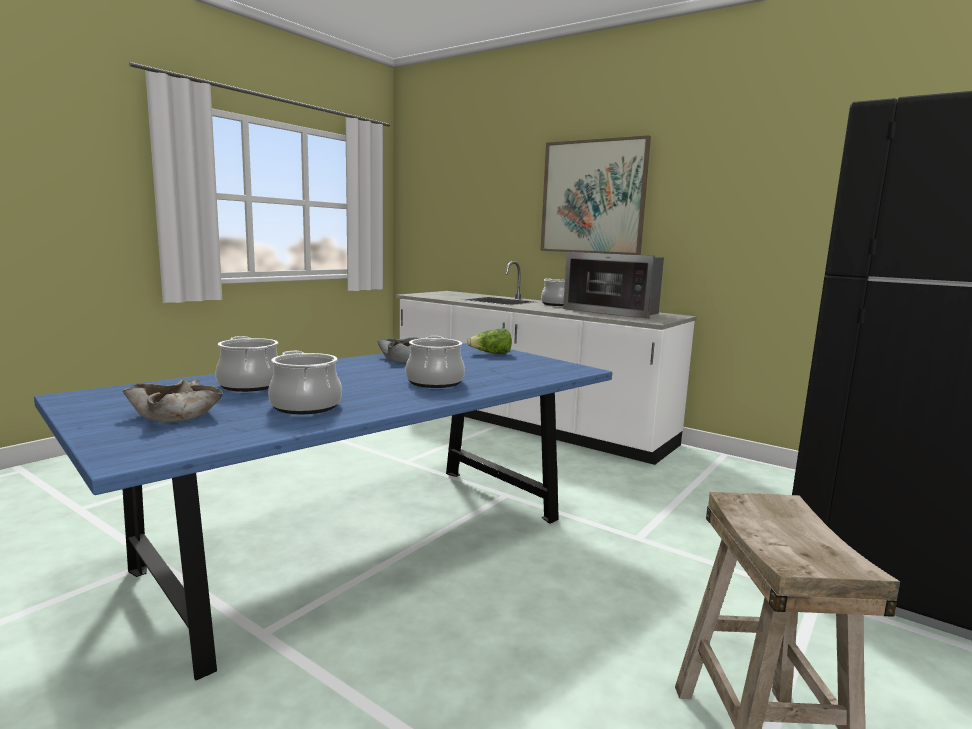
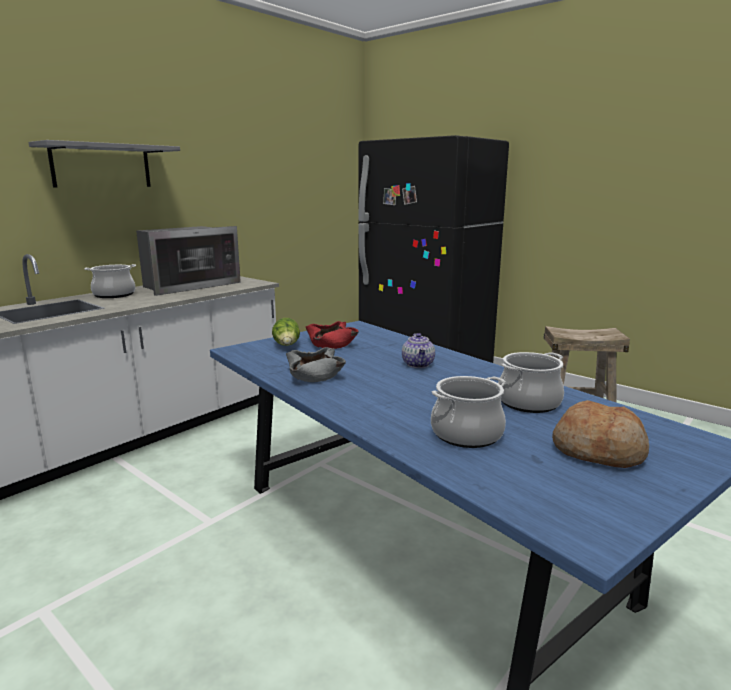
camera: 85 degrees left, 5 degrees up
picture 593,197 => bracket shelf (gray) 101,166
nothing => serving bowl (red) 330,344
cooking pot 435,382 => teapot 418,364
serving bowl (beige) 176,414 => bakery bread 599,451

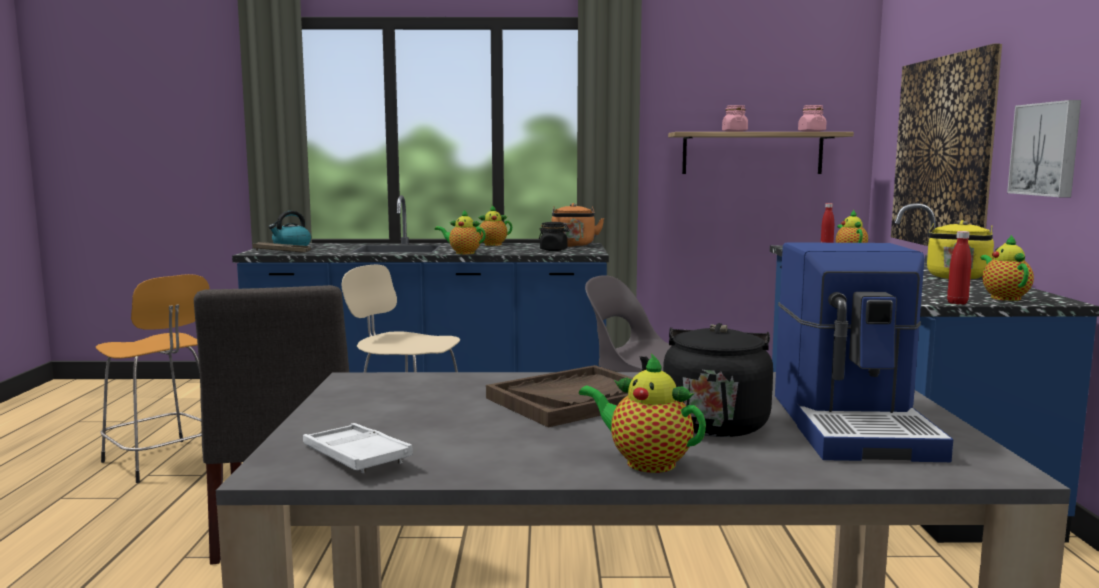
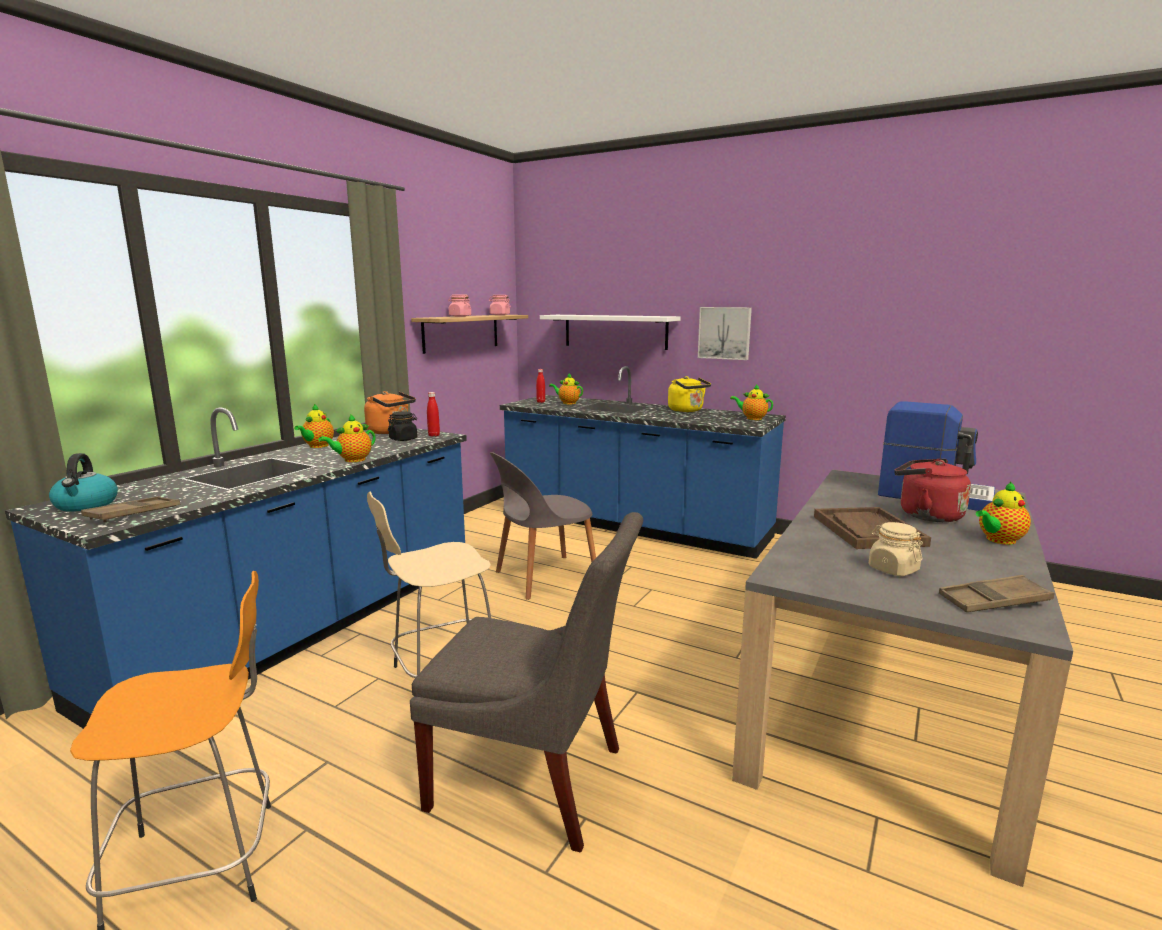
camera: 60 degrees left, 5 degrees up
drink bottle (red) 957,303 => drink bottle (red) 434,435, relocated
picture 943,153 => bracket shelf (whitish) 615,331
nothing => preserve jar (beige) 893,569
kettle (black-coloured) 713,423 => kettle (red) 926,515
serving tray (whitish) 355,456 => serving tray (brownish) 994,601

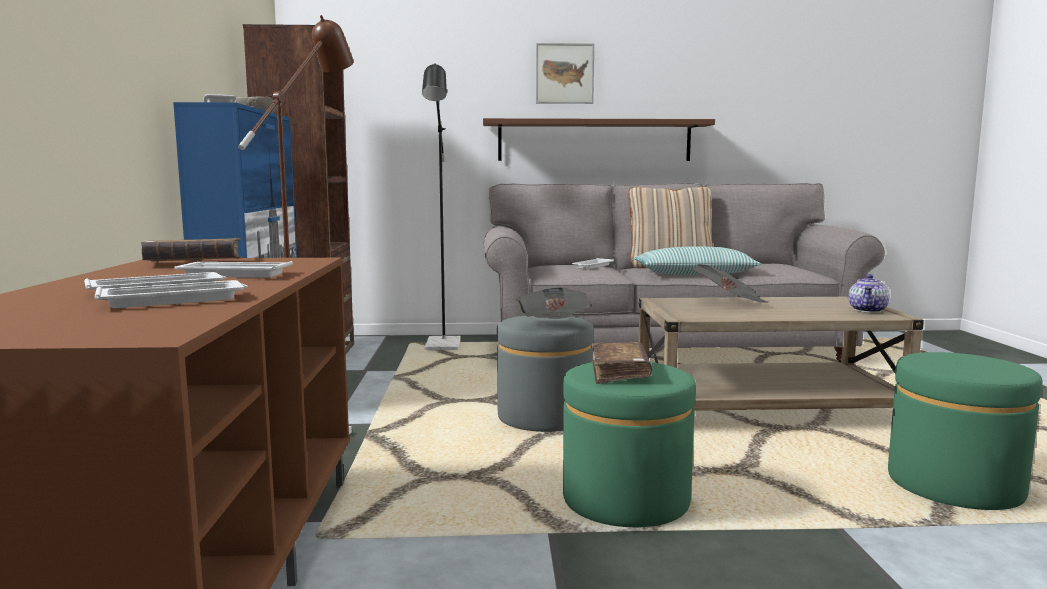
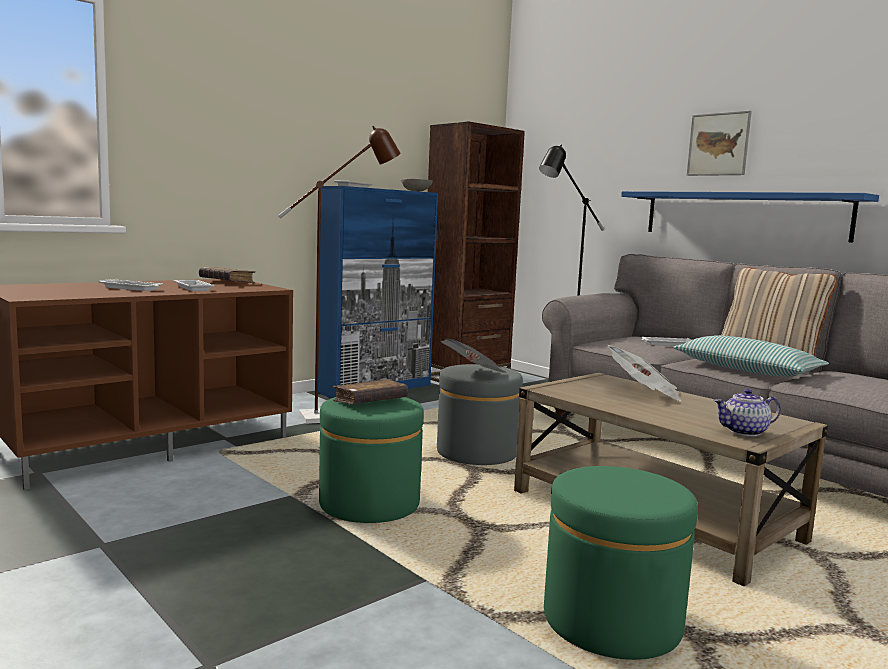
camera: 50 degrees right, 0 degrees up
bracket shelf (brownish) 594,141 => bracket shelf (bluish) 742,215
serving tray (whitish) 175,300 => nothing

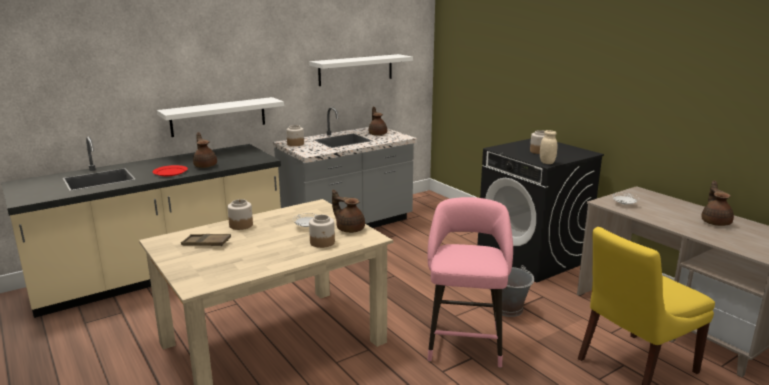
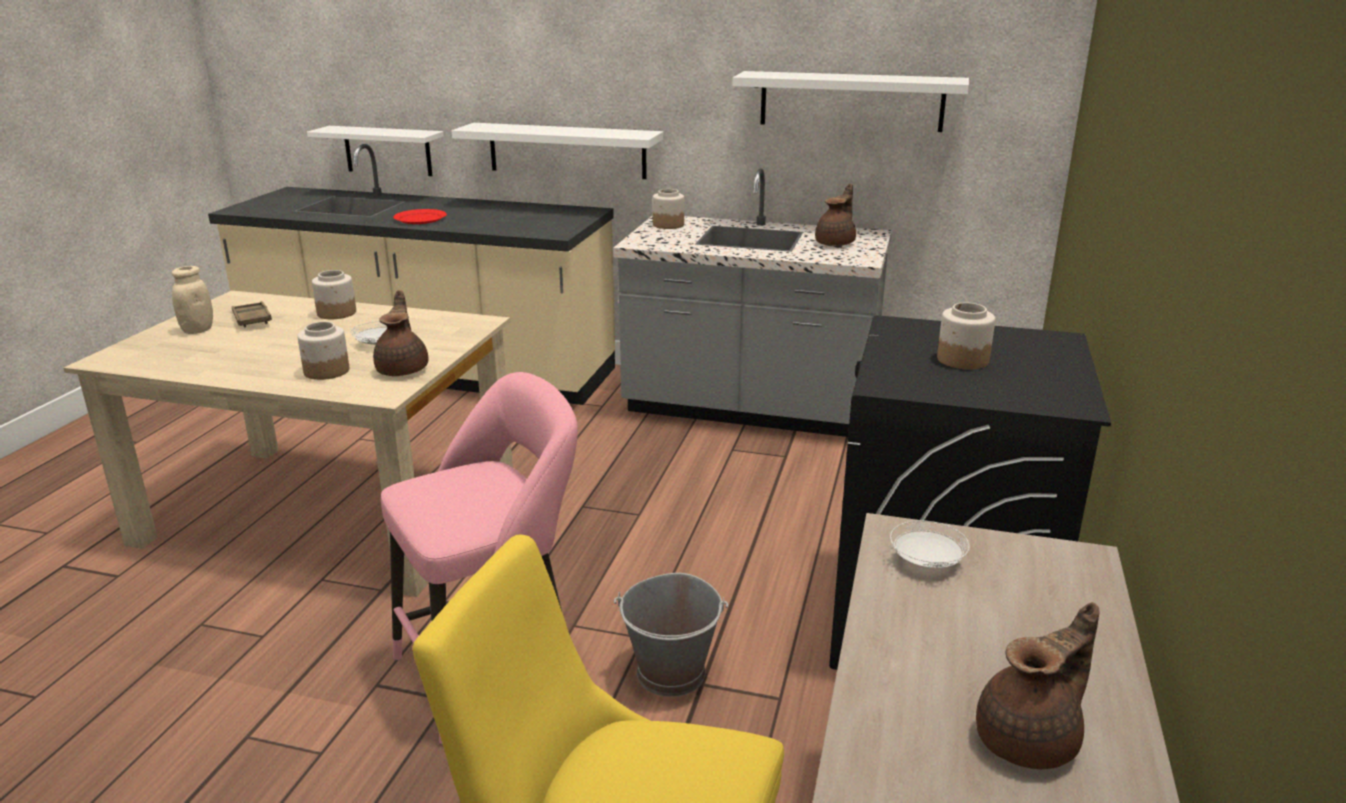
camera: 50 degrees right, 5 degrees up
preserve jar (beige) 547,162 => preserve jar (beige) 197,330, relocated
nothing => bracket shelf (whitish) 387,151
teapot (brownish) 205,165 => nothing

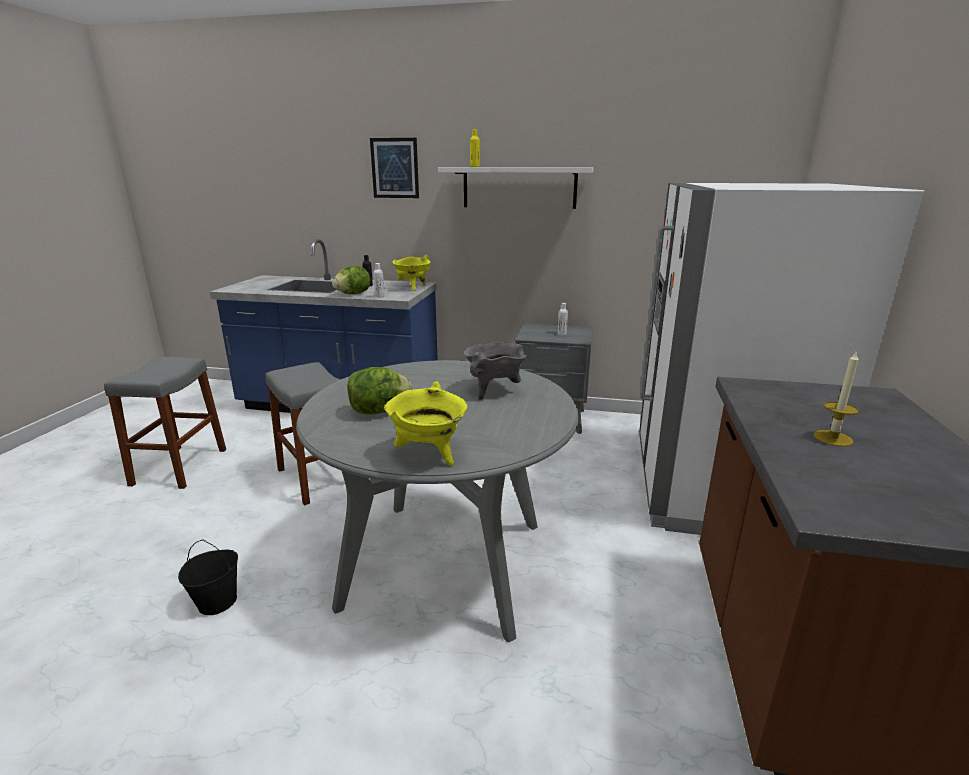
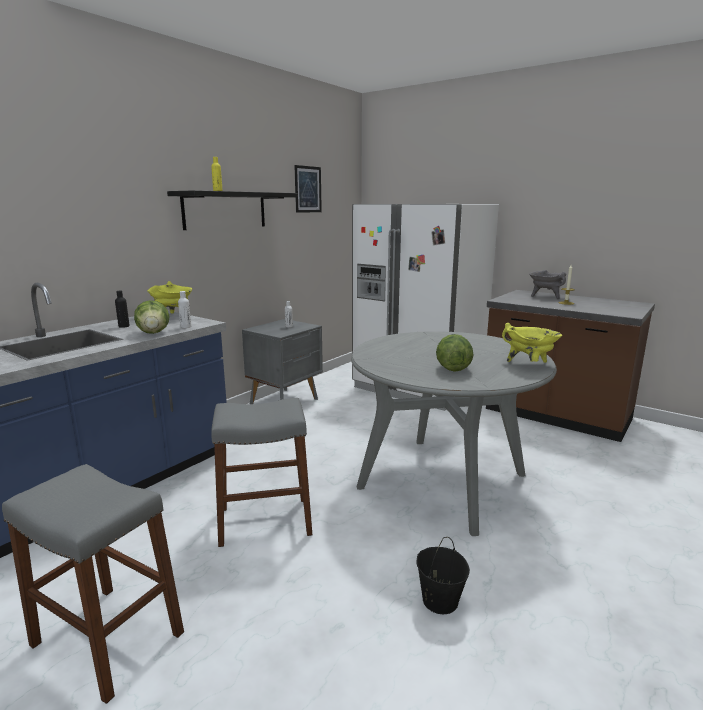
camera: 65 degrees left, 5 degrees down
bracket shelf (whitish) 519,187 => bracket shelf (black-coloured) 225,210
picture 395,168 => picture 308,189, relocated
cooking pot (gray) 494,391 => cooking pot (gray) 545,297, relocated

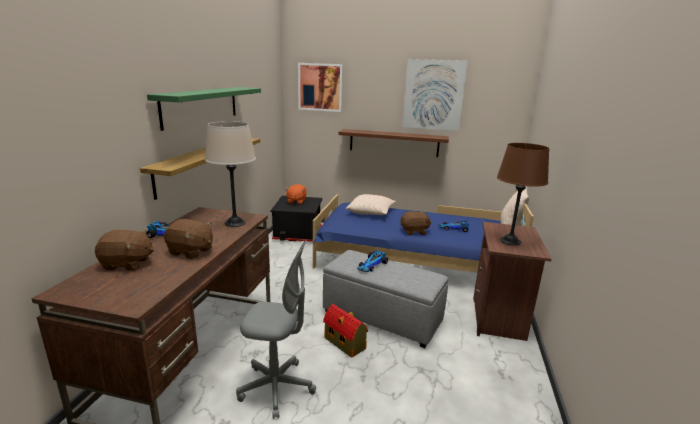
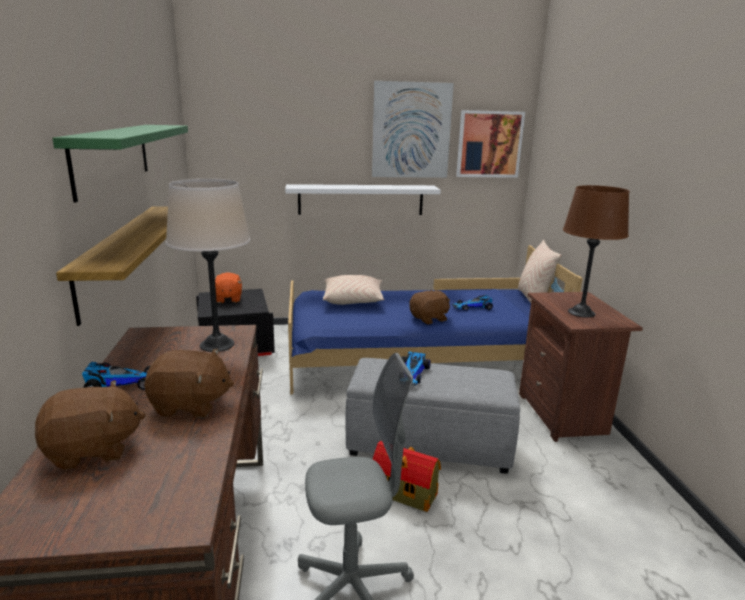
camera: 20 degrees left, 0 degrees up
bracket shelf (brownish) 393,143 => bracket shelf (whitish) 361,199
picture 320,87 => picture 489,144, relocated

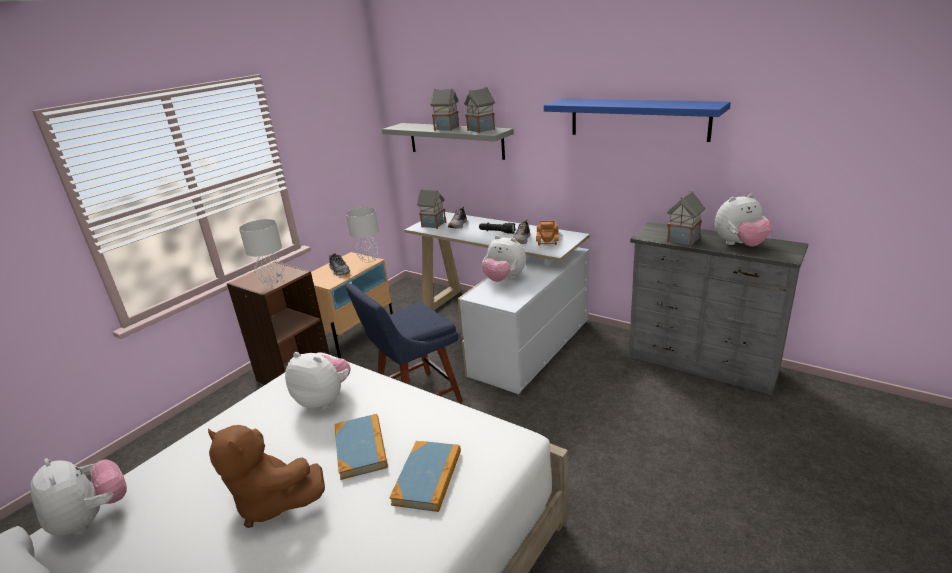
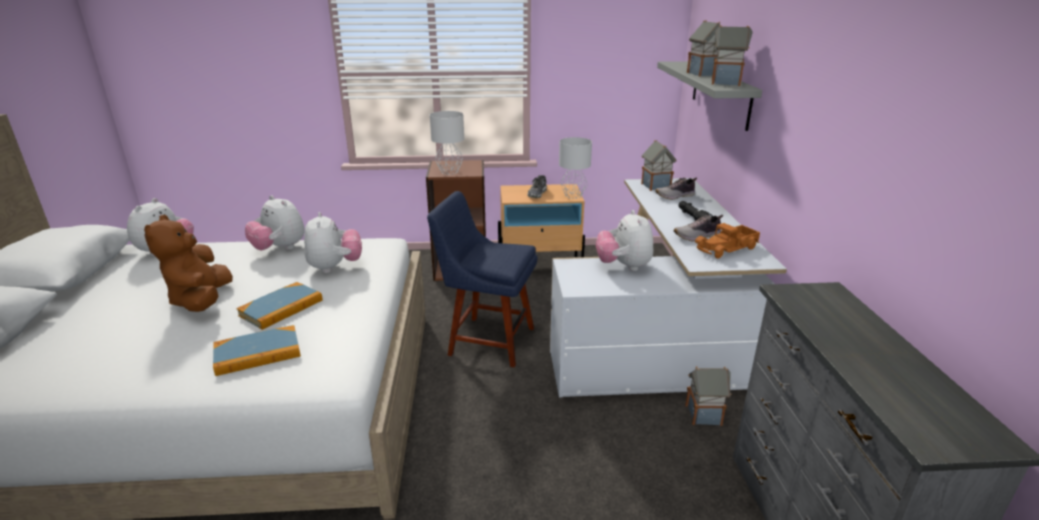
camera: 50 degrees right, 0 degrees up
plush toy 739,245 => plush toy 279,249, relocated
model house 683,239 => model house 704,414, relocated
bracket shelf (bluish) 638,119 => nothing

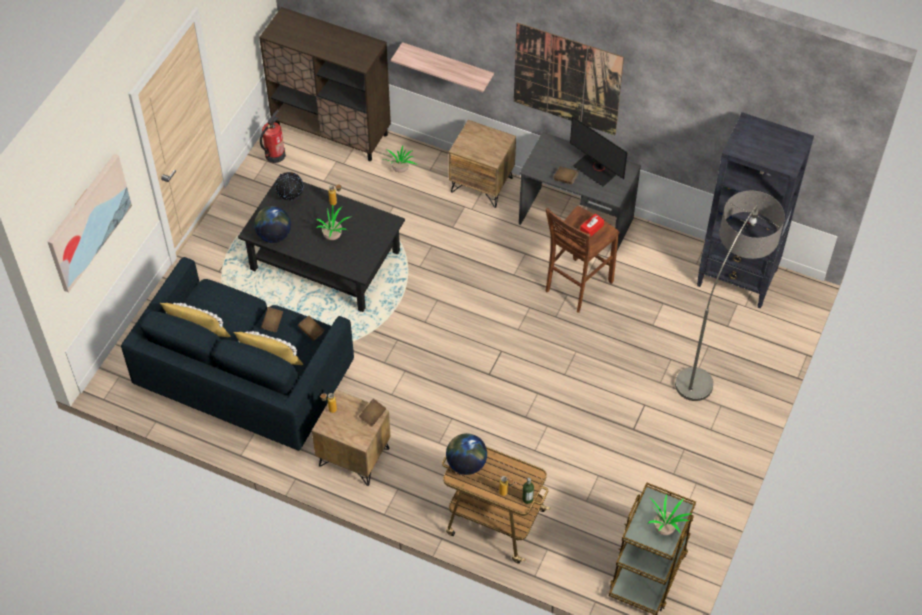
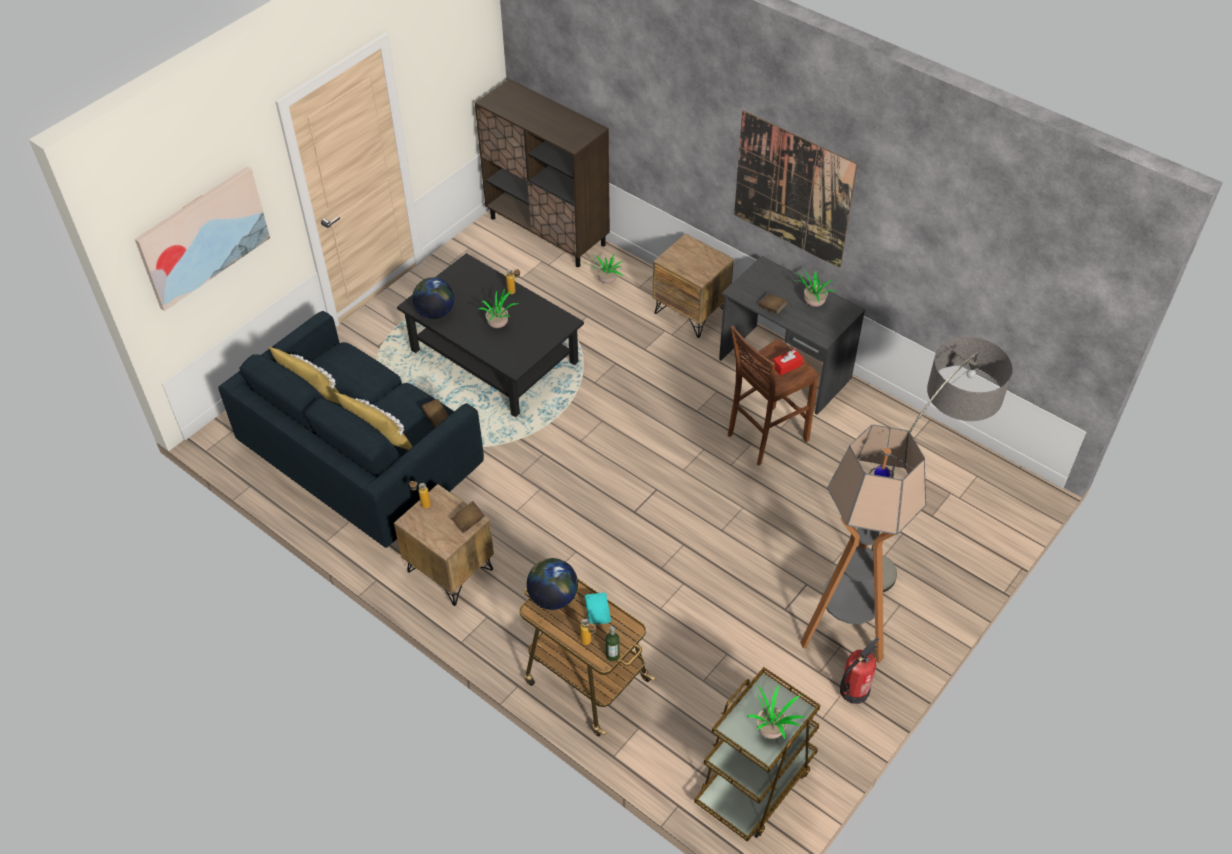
camera: 15 degrees right, 5 degrees down
nothing => volume (blue-green) 597,613
computer display 597,169 => potted plant 812,304
nothing => standing lamp 844,633
extinguisher 274,155 => extinguisher 853,691, relocated
volume (brownish) 272,323 => nothing
desk globe 290,197 => nothing
bracket shelf 447,67 => nothing
bookcase (black-coloured) 737,278 => nothing

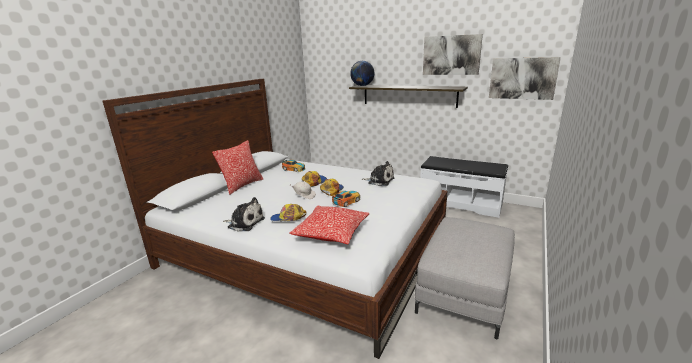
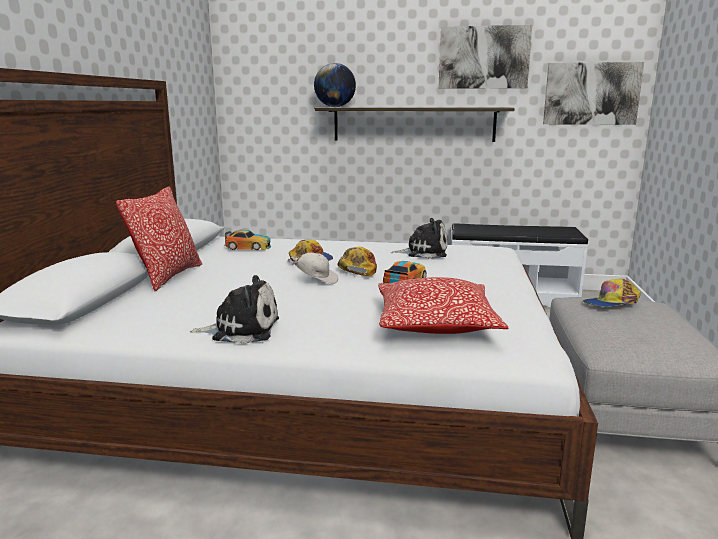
camera: 20 degrees left, 5 degrees down
cap 288,218 => cap 611,303, relocated

